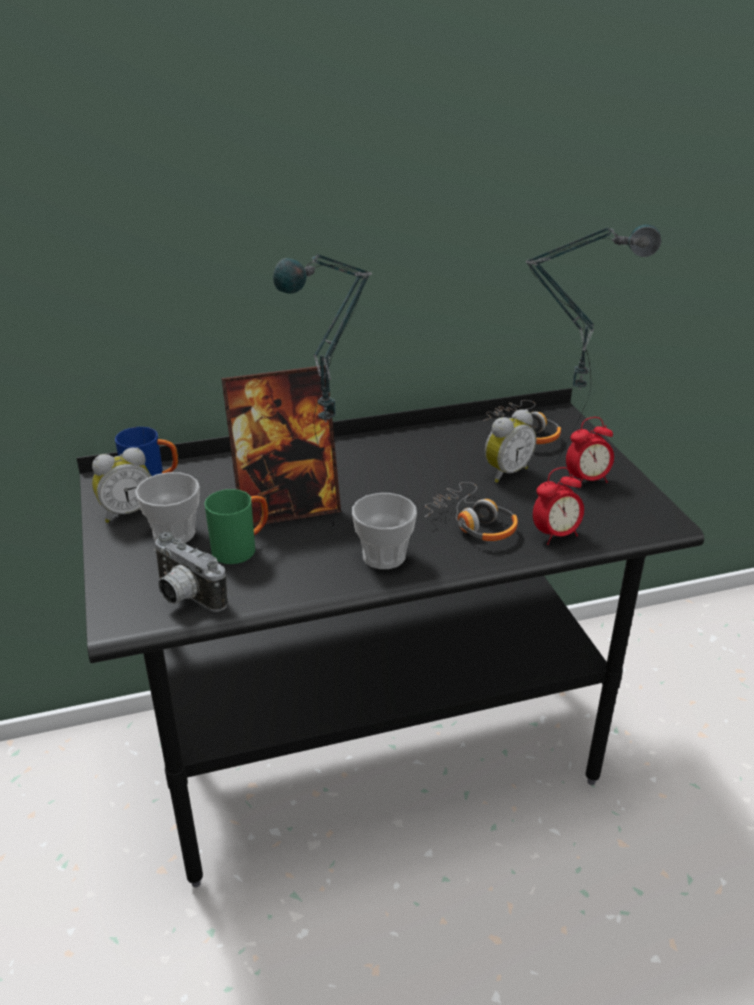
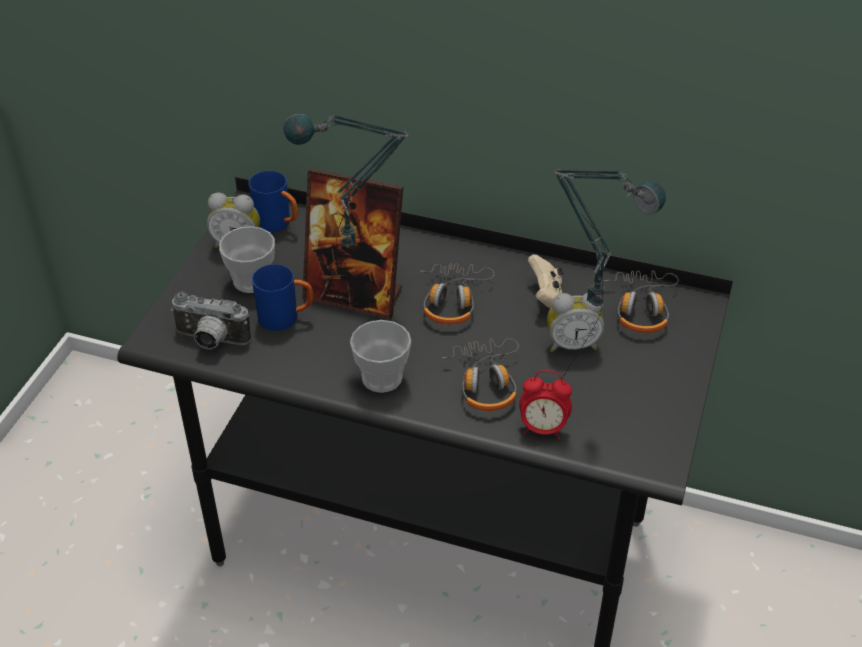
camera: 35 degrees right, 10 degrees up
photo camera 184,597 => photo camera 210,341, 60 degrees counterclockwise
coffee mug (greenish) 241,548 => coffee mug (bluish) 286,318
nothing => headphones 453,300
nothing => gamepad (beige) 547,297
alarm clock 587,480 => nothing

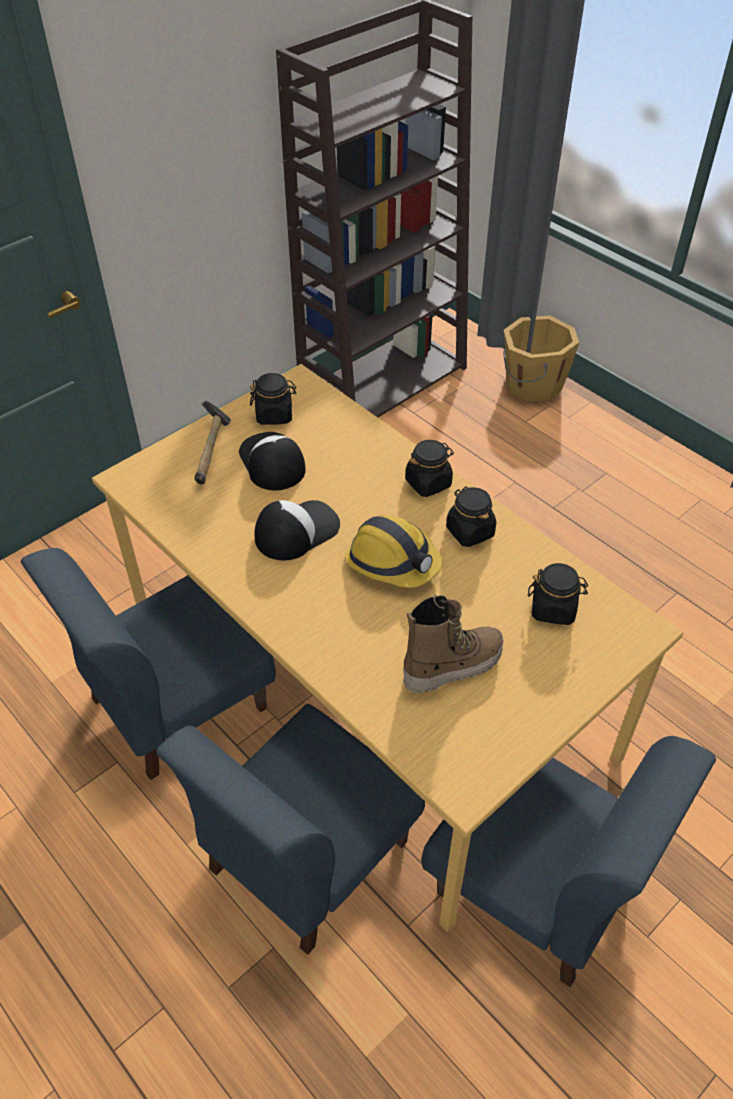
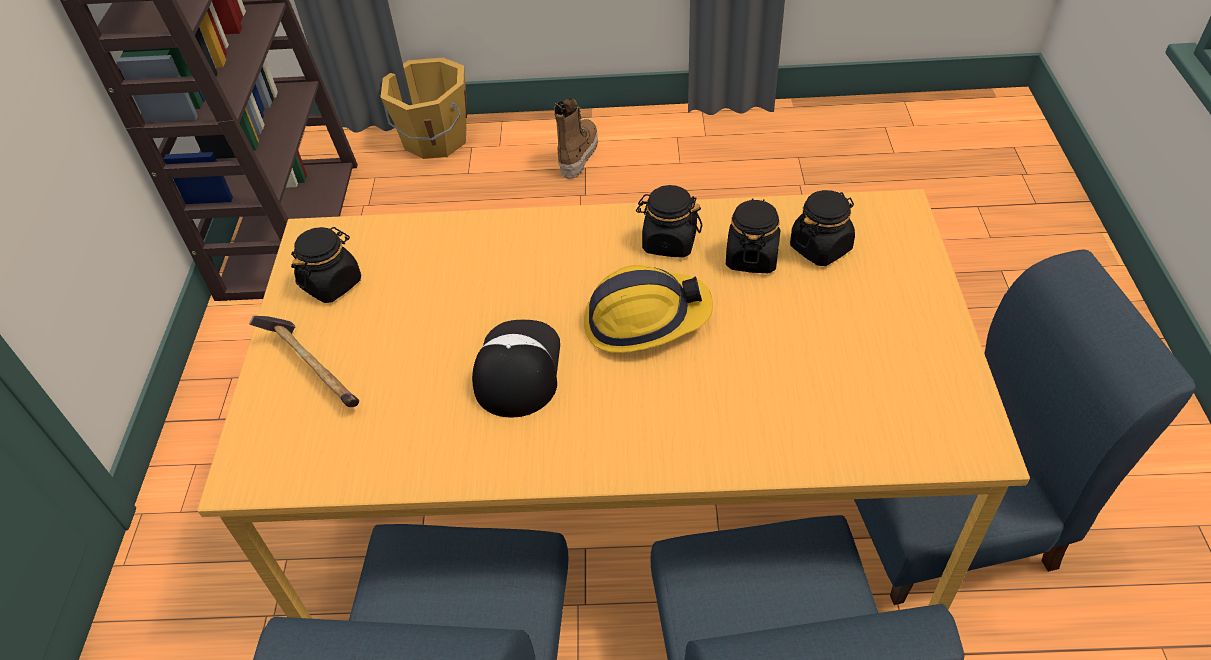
camera: 45 degrees left, 0 degrees up
boot 452,666 => boot 578,155, relocated
preserve jar (black-coloured) 428,483 => preserve jar (black-coloured) 751,257, relocated
cap 271,462 => nothing

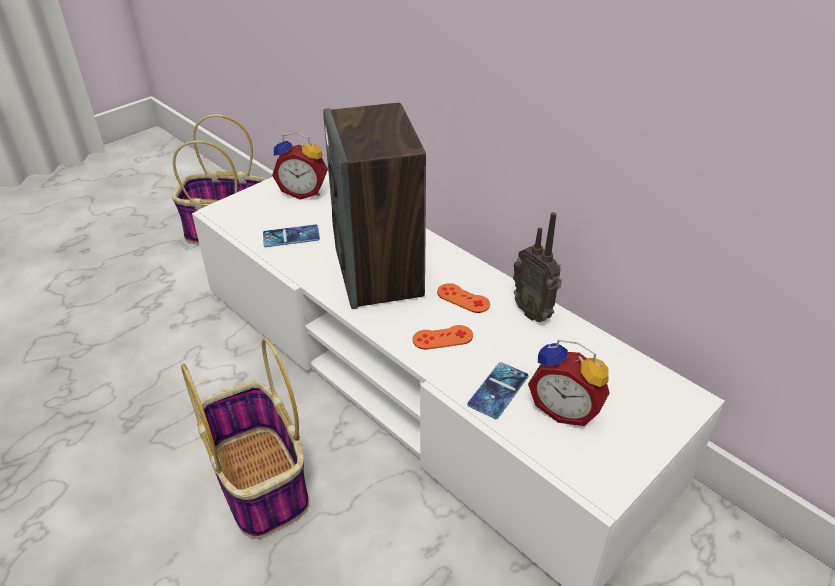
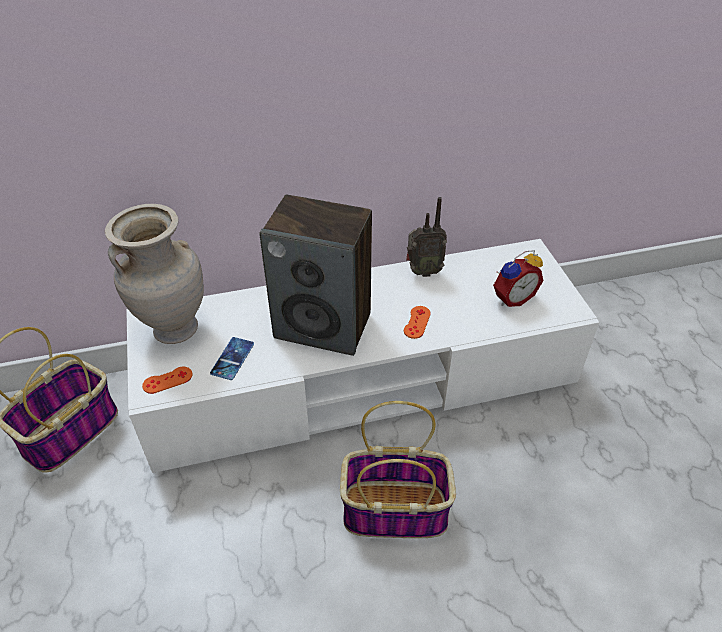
camera: 60 degrees left, 5 degrees up
alarm clock 303,192 => flower vase (beige) 174,329
gamepad (orange-coloured) 463,298 => gamepad (orange-coloured) 167,380, relocated
handset 498,390 => nothing

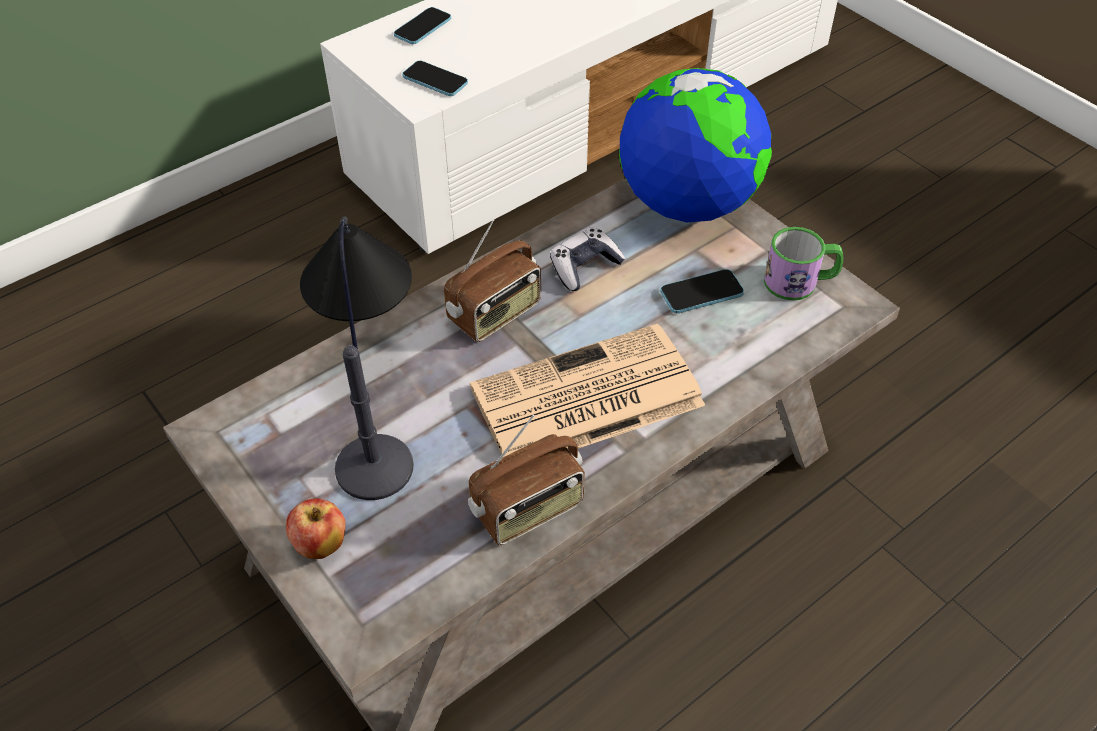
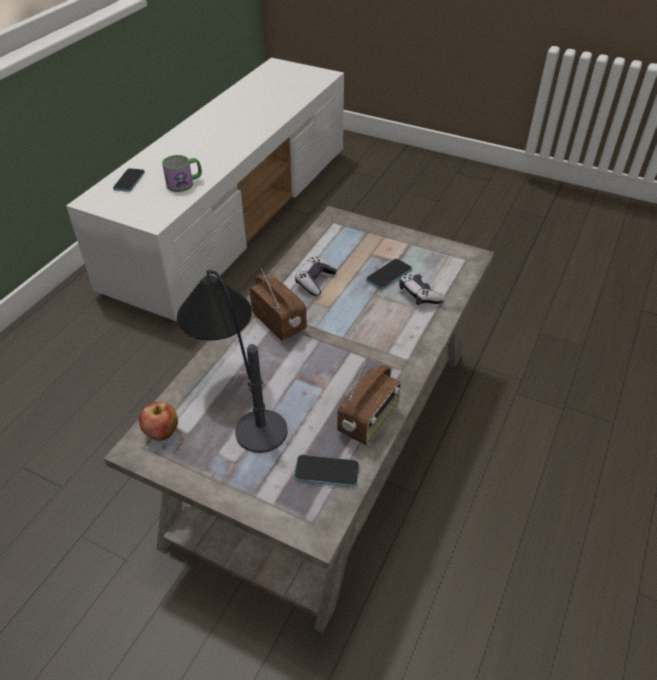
camera: 25 degrees left, 5 degrees down
whole apple 320,545 => whole apple 162,433, relocated
coffee mug 800,281 => coffee mug 184,183, relocated
radio receiver 495,314 => radio receiver 280,322, 60 degrees counterclockwise
handset 435,80 => handset 327,472, relocated
nothing => gamepad 419,295
printed paper 584,399 => nothing
desk globe 687,204 => nothing

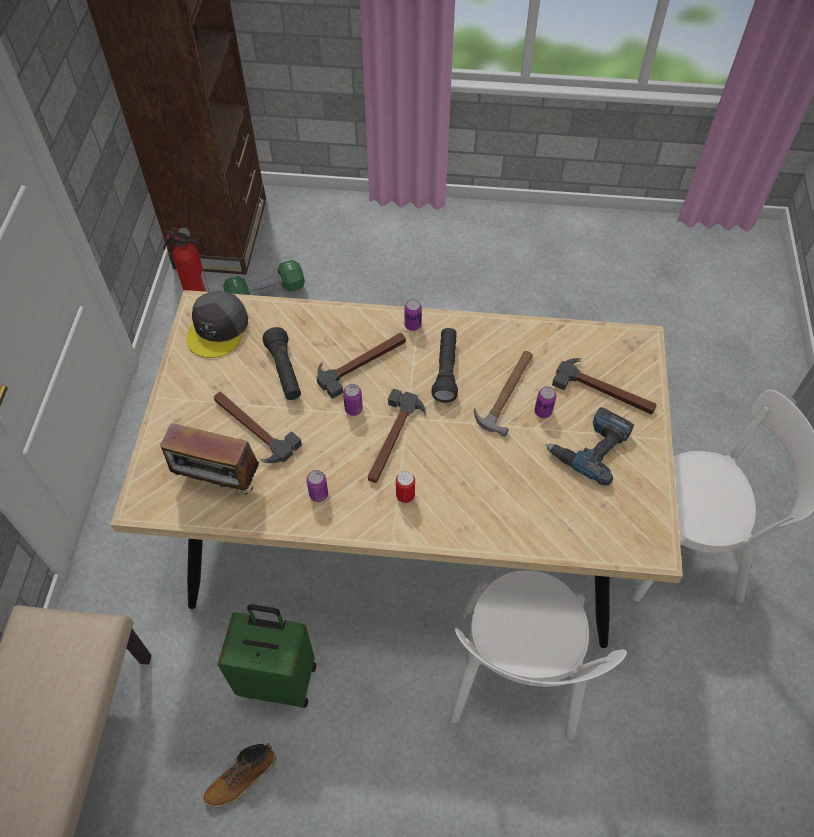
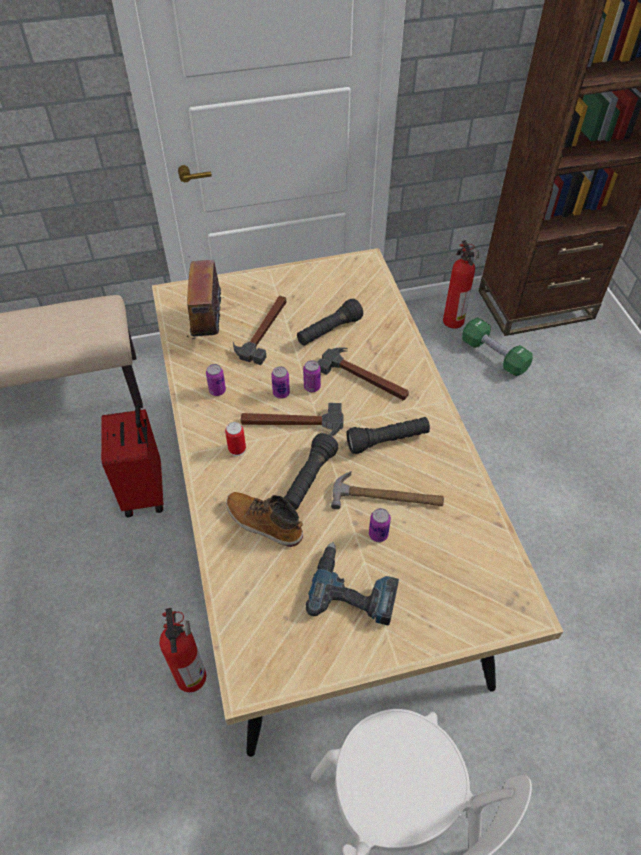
camera: 70 degrees right, 5 degrees down
suitcase (greenish) 279,678 => suitcase (red) 146,491
upright chair (whitish) 515,680 => extinguisher 191,674
boot 241,779 => boot 263,523, relocated
can 413,325 => can 281,393, relocated
nothing => flashlight (black-coloured) 309,479
cap (gray) 218,329 => nothing
hammer 605,391 => nothing

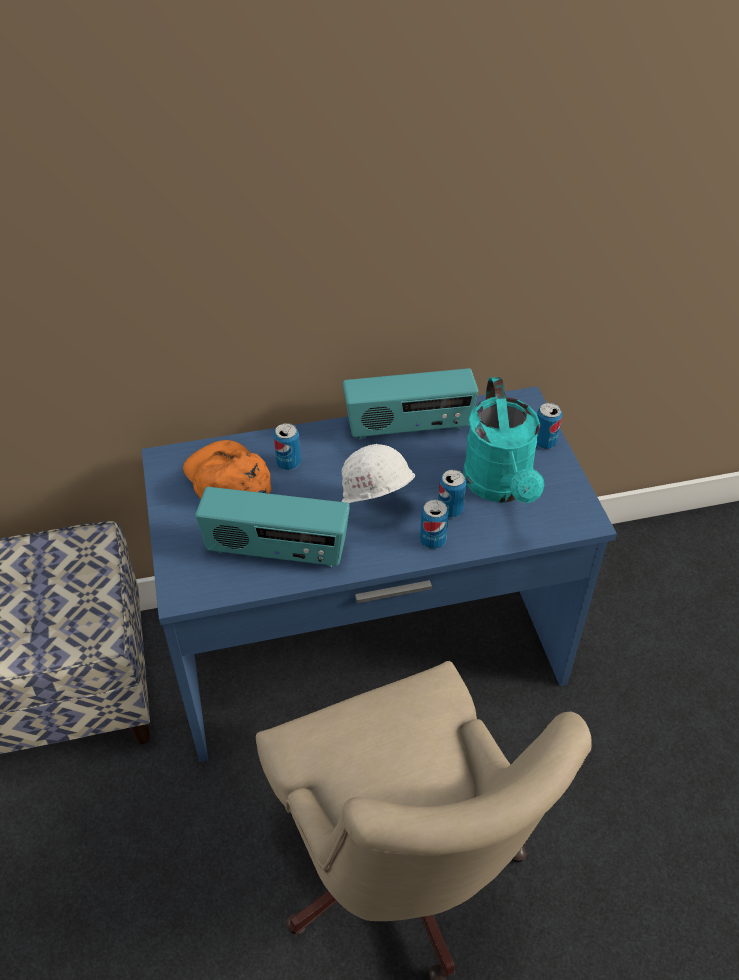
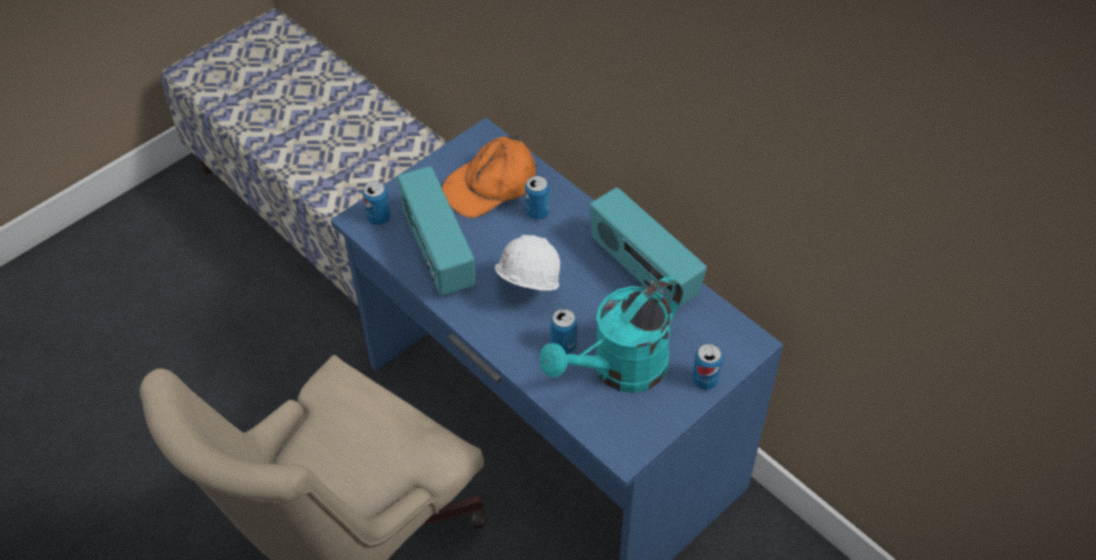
camera: 60 degrees right, 5 degrees up
can 433,540 => can 379,218, relocated
cap (orange-coloured) 227,479 => cap (orange-coloured) 491,184, 150 degrees counterclockwise

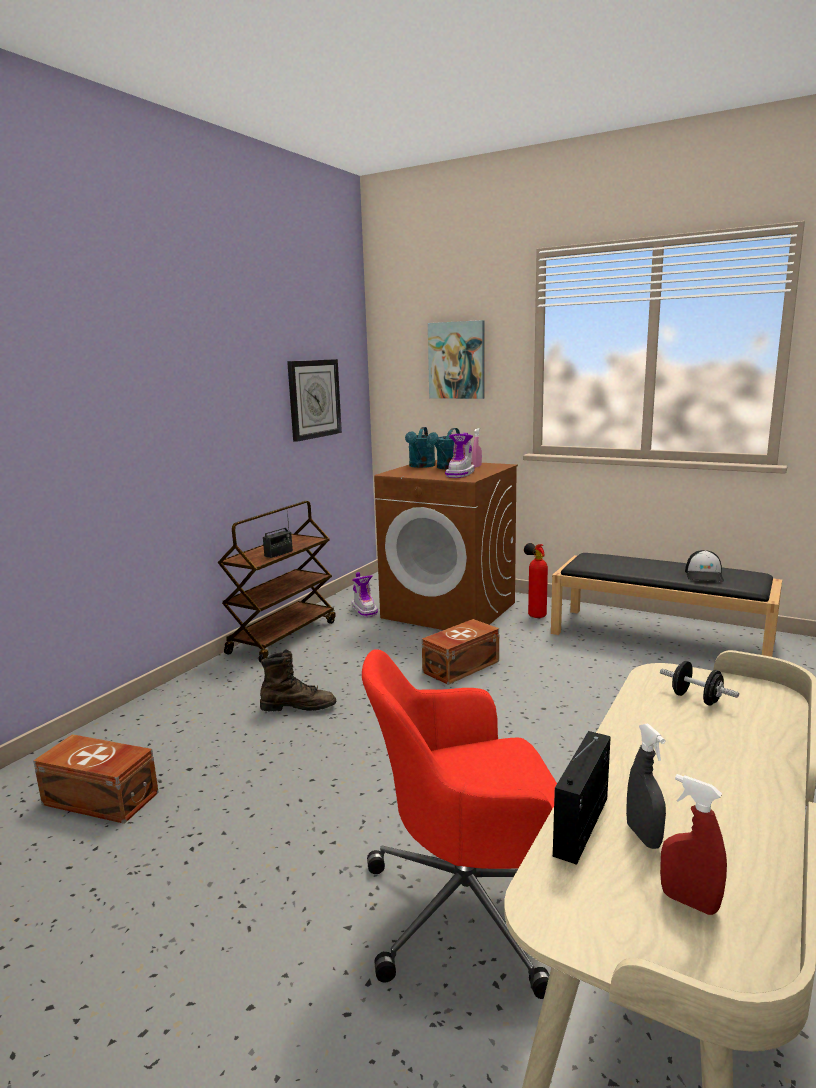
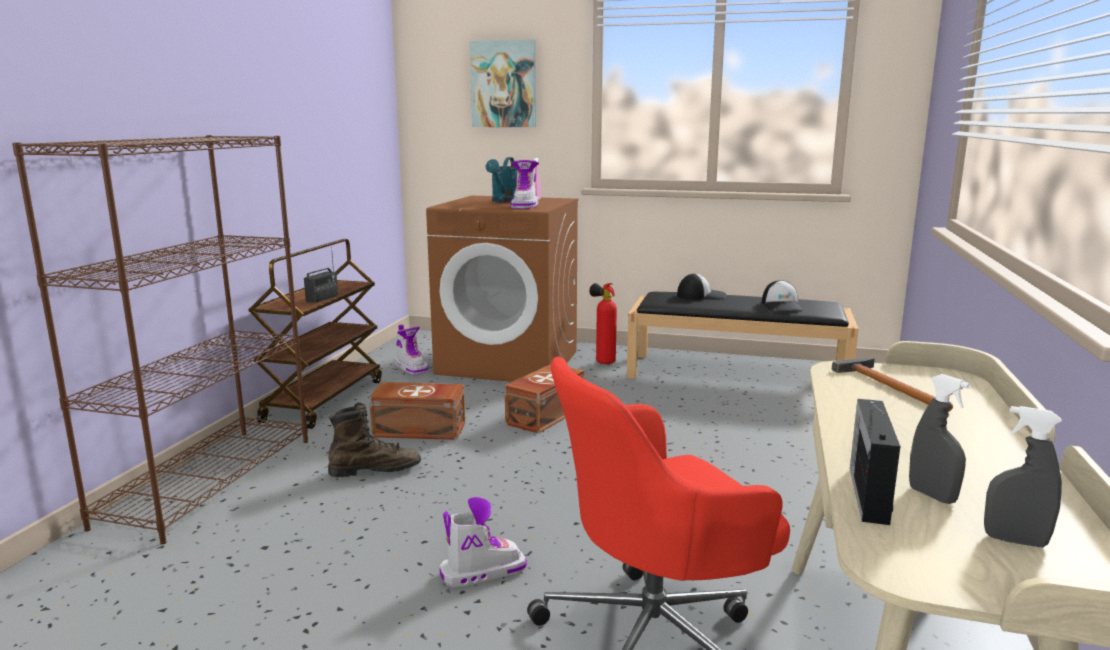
camera: 15 degrees left, 0 degrees up
nothing => bookcase (brownish) 209,480
storage bin (brownish) 100,799 => storage bin (brownish) 420,430, relocated
nothing => boot 482,572
nothing => cap 701,296
dumbbell (black-coloured) 696,699 => hammer 889,386
spray bottle (red) 689,902 => spray bottle (gray) 1015,540
hanging clock 314,399 => nothing
sprinkling can (blue-green) 420,466 => nothing

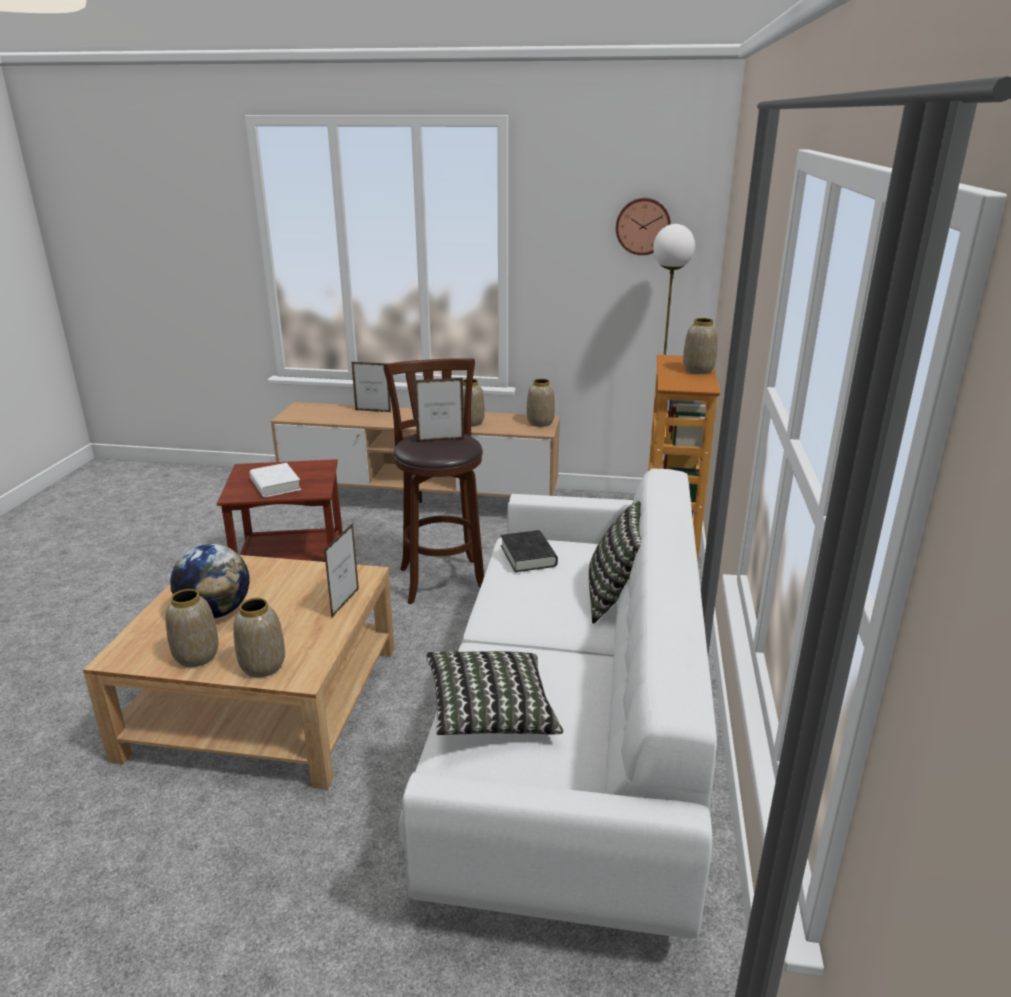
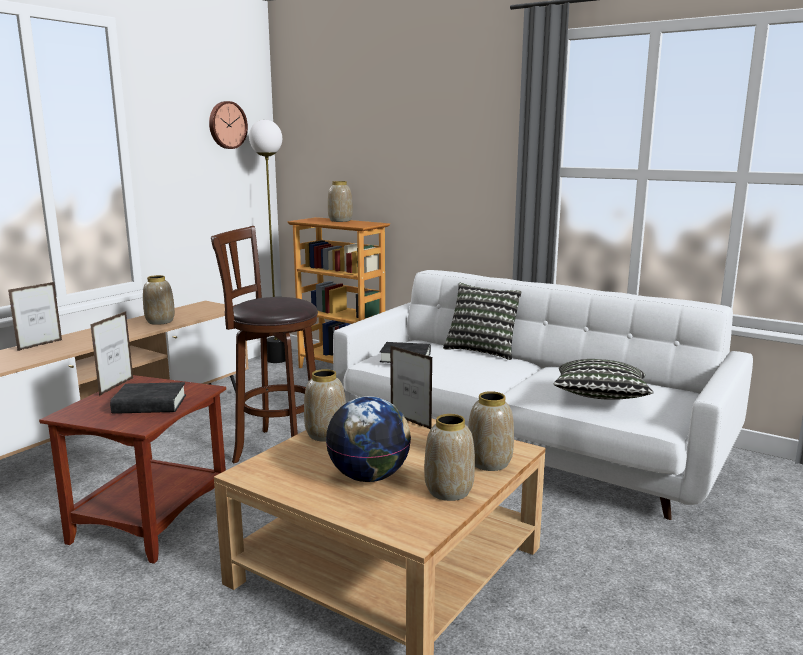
camera: 65 degrees left, 10 degrees down
standing frame 440,440 => standing frame 117,386, relocated
volume (whitish) 275,485 => volume (black-coloured) 150,404
flower vase 540,423 => flower vase 325,434, relocated

